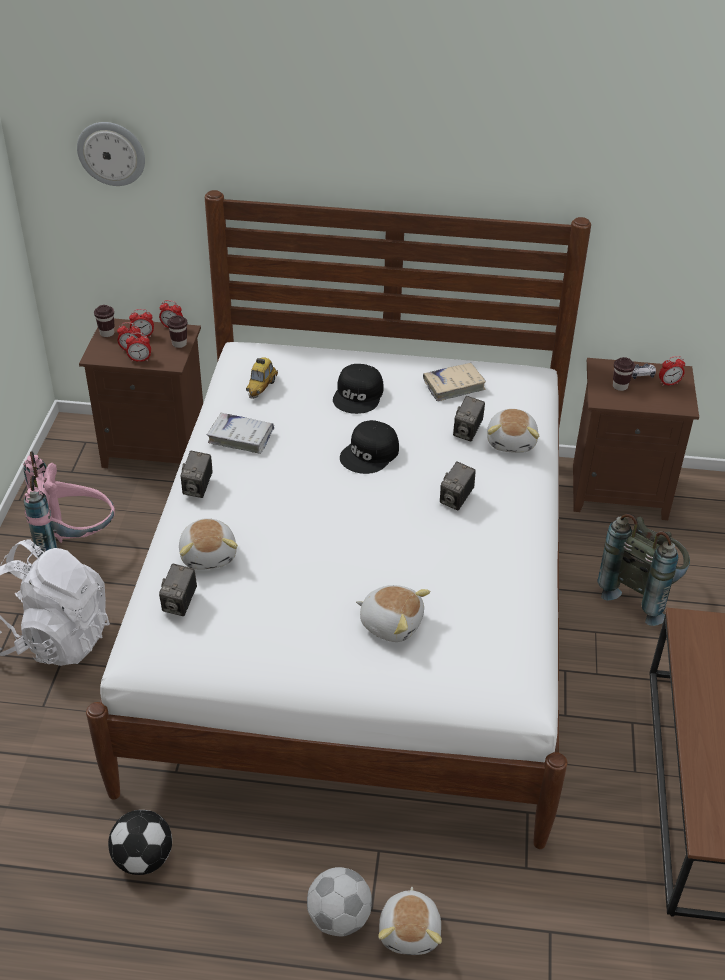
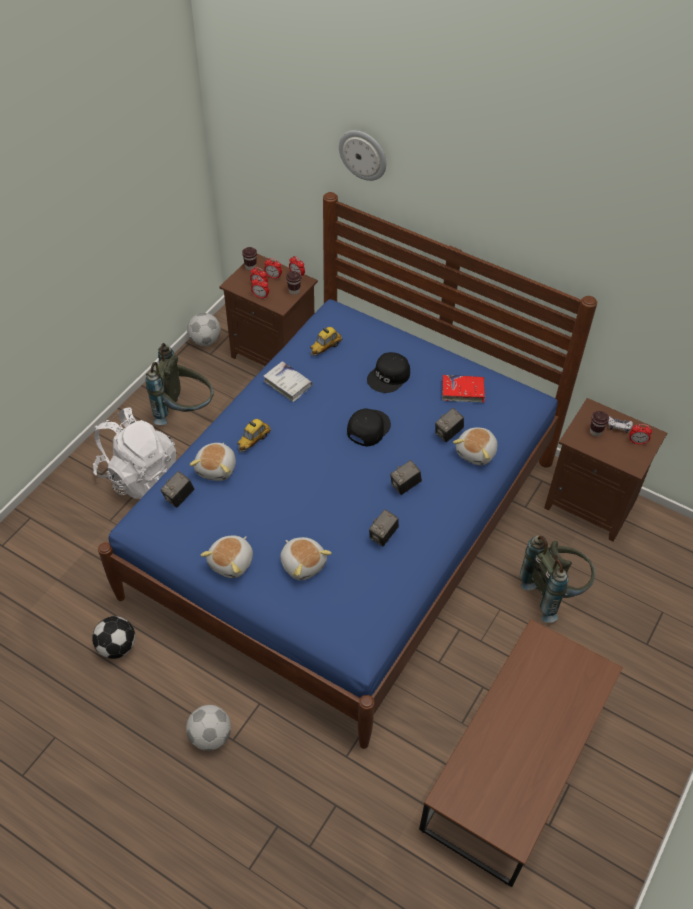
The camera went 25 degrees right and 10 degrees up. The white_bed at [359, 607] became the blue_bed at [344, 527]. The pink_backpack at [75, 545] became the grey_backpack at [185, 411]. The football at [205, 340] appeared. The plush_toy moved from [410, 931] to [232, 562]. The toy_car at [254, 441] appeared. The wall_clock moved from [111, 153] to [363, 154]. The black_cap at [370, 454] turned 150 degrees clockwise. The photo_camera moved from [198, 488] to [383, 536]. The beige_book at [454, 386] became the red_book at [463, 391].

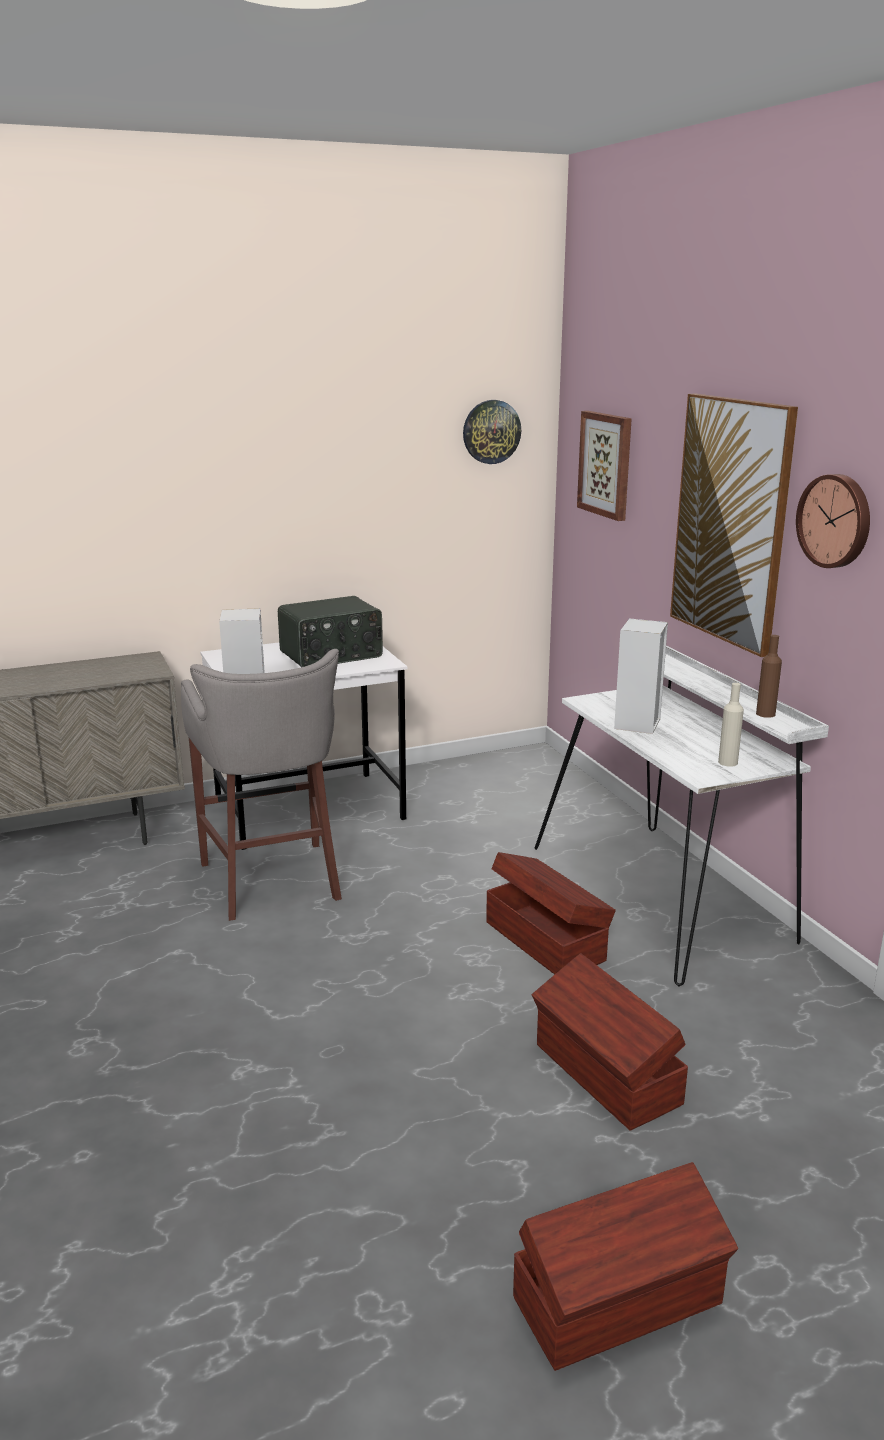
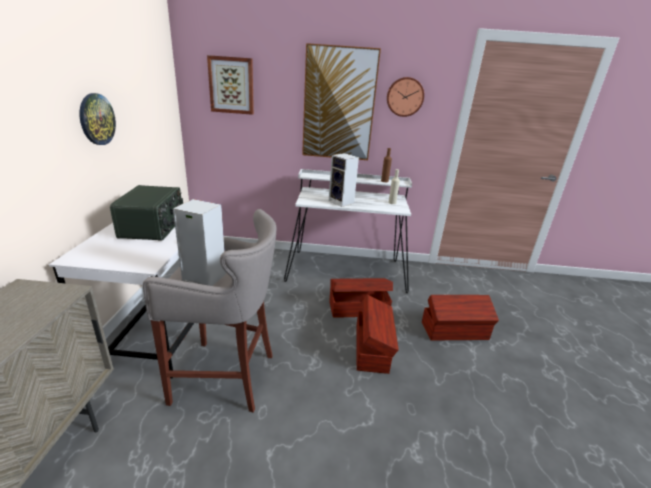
The camera went 65 degrees left and 5 degrees up. The wall_clock moved from [491, 431] to [96, 119]. The brown_storage_box moved from [620, 1302] to [372, 347].

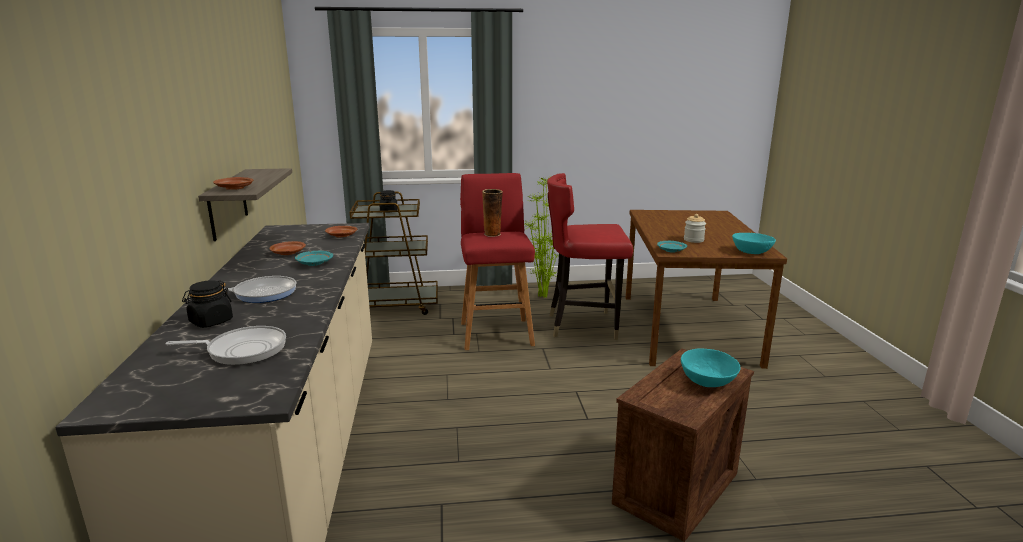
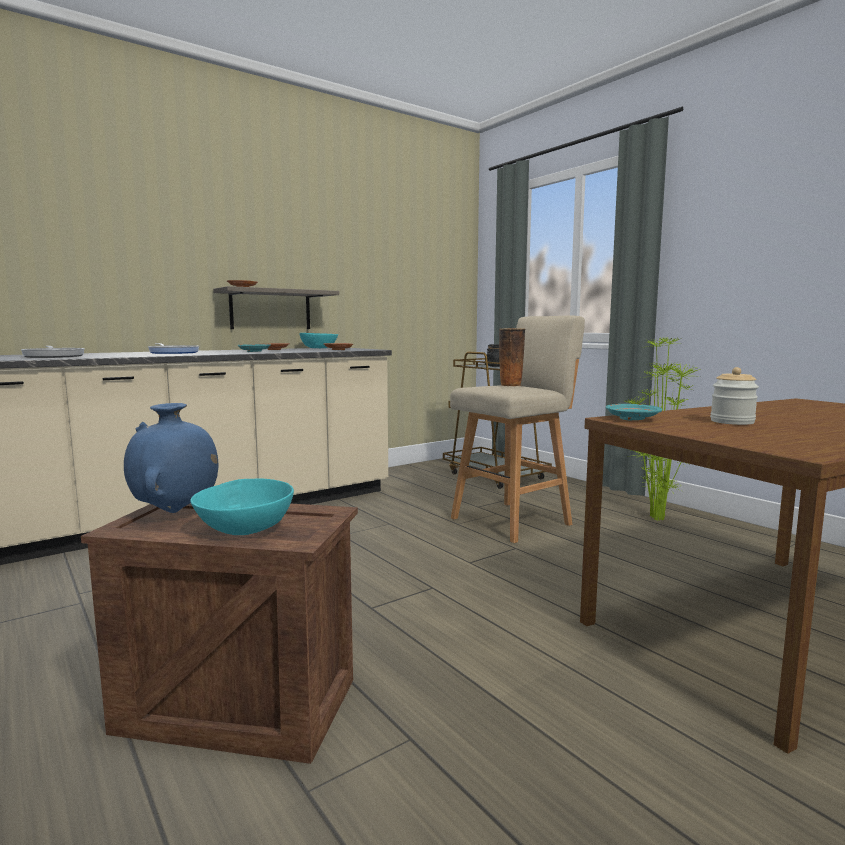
The camera went 60 degrees right and 10 degrees down. The blue_vase at [175, 512] appeared. The turquoise_bowl moved from [751, 252] to [319, 348]. The red_stool at [496, 332] became the beige_stool at [513, 520]. The black_jar at [211, 321] disappeared. The red_chair at [584, 325] disappeared.

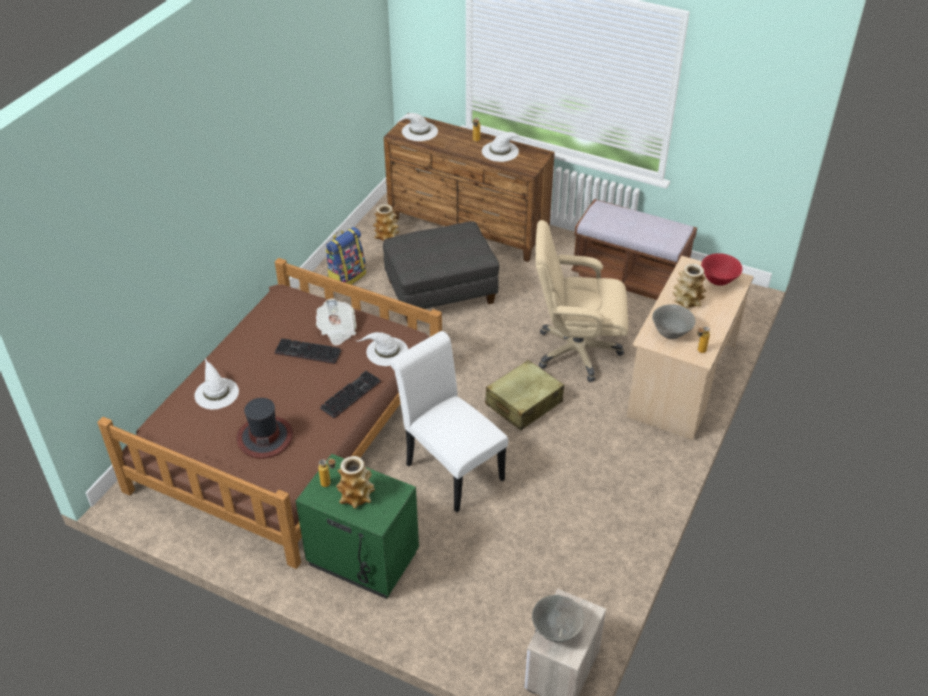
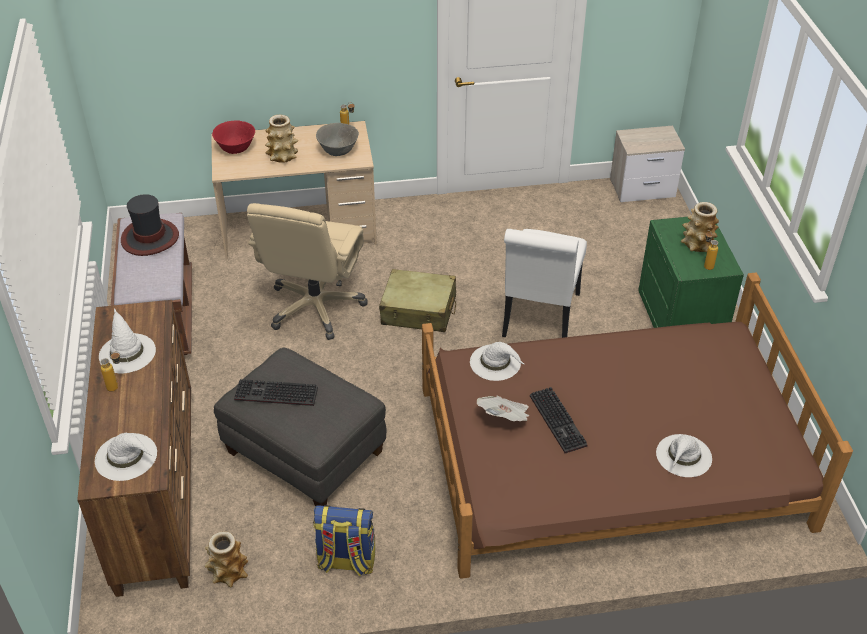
The camera went 125 degrees left and 0 degrees up. The hat moved from [265, 437] to [149, 238]. The keyboard moved from [350, 394] to [274, 395]. The beige_office_chair at [576, 351] turned 45 degrees clockwise. The grey_bowl at [556, 630] disappeared.

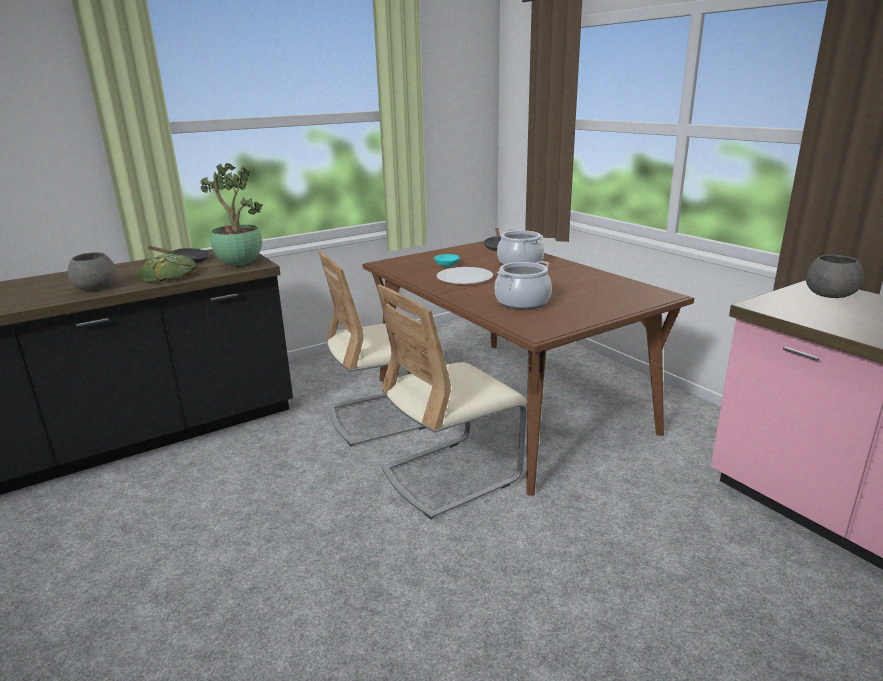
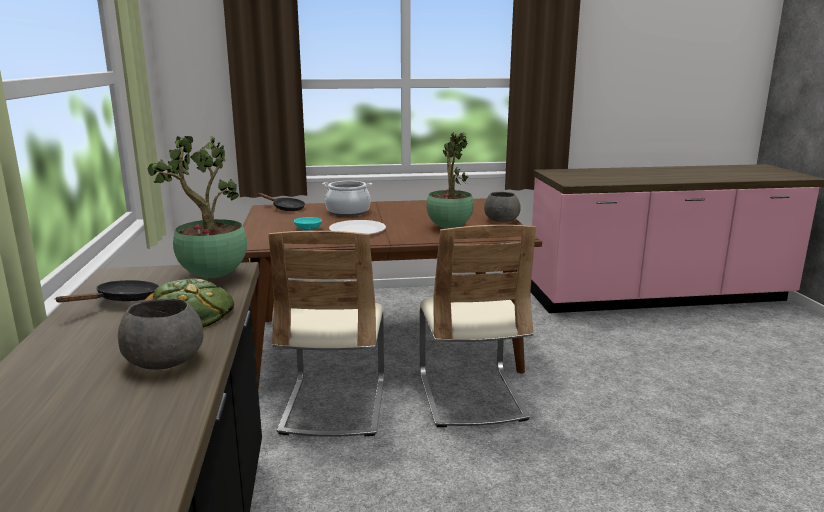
The camera went 65 degrees left and 5 degrees down. The cooking_pot at [522, 302] was replaced by the potted_plant at [449, 227]. The grey_bowl moved from [829, 294] to [502, 220].

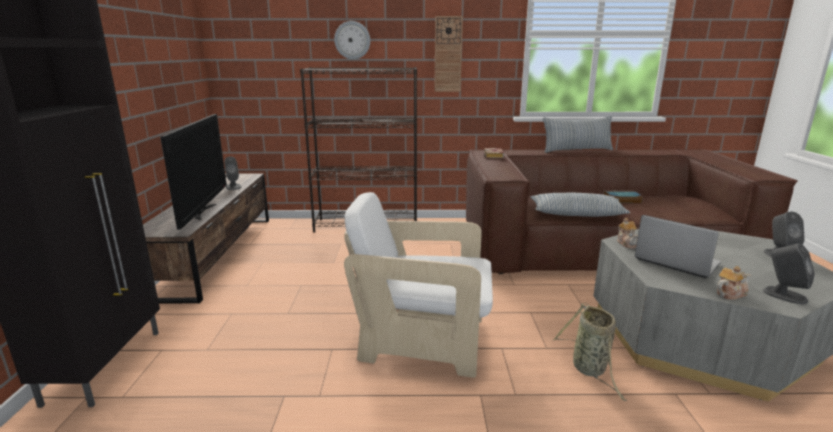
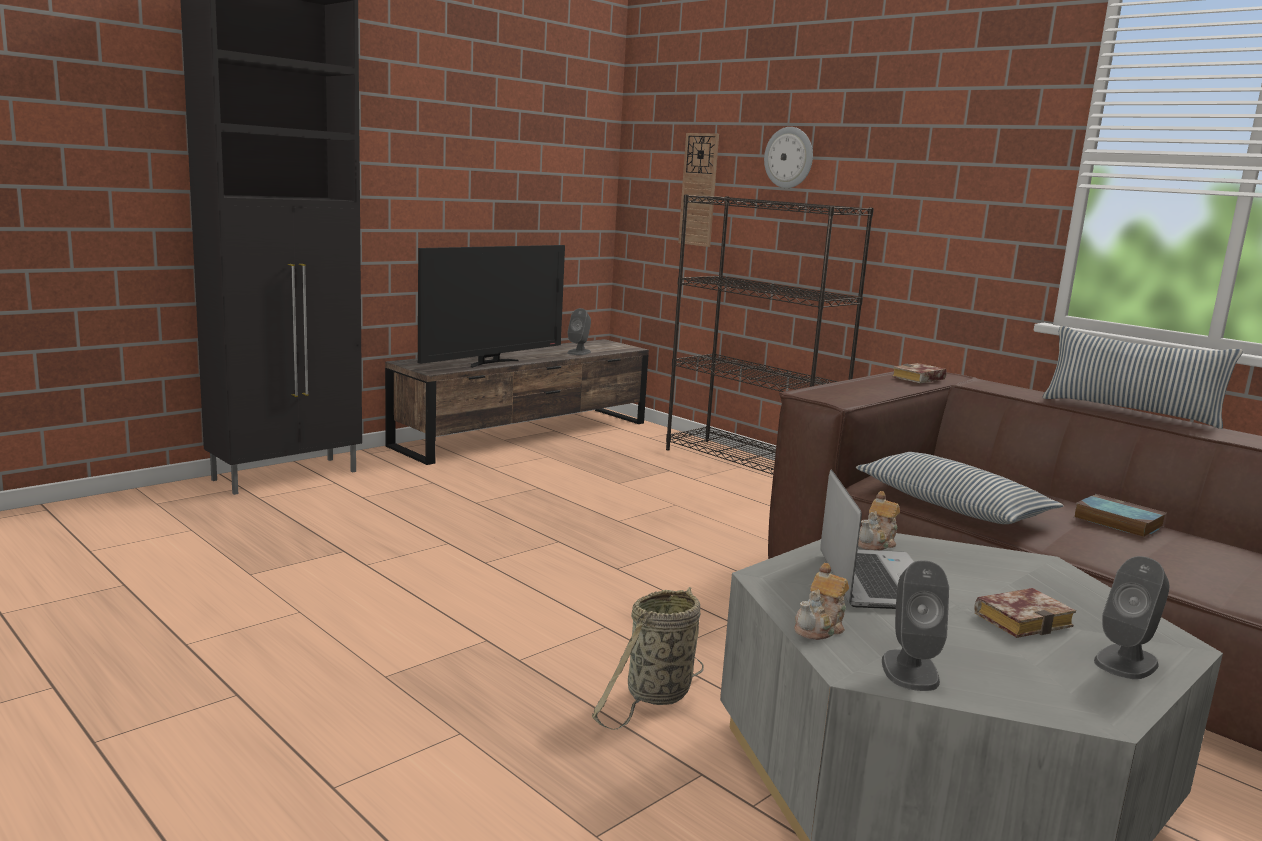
The camera went 45 degrees right and 5 degrees down. The wall_clock moved from [448, 54] to [699, 190]. The teapot at [730, 294] turned 105 degrees clockwise. The book at [1023, 619] appeared. The white_armchair at [423, 341] disappeared.

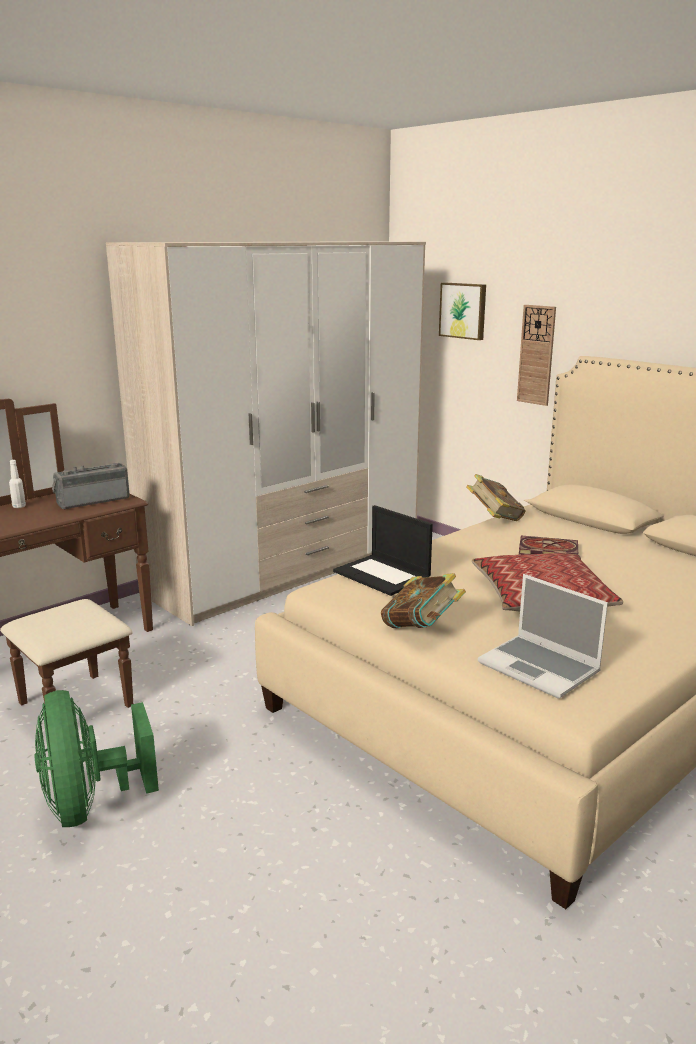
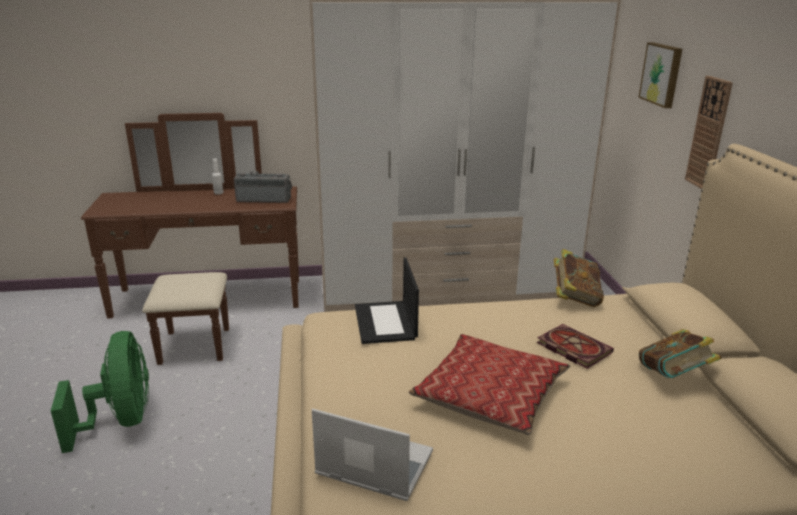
The camera went 35 degrees right and 5 degrees up. The green_fan at [90, 804] turned 150 degrees clockwise. The laptop at [540, 668] turned 120 degrees clockwise. The book moved from [421, 629] to [673, 377].

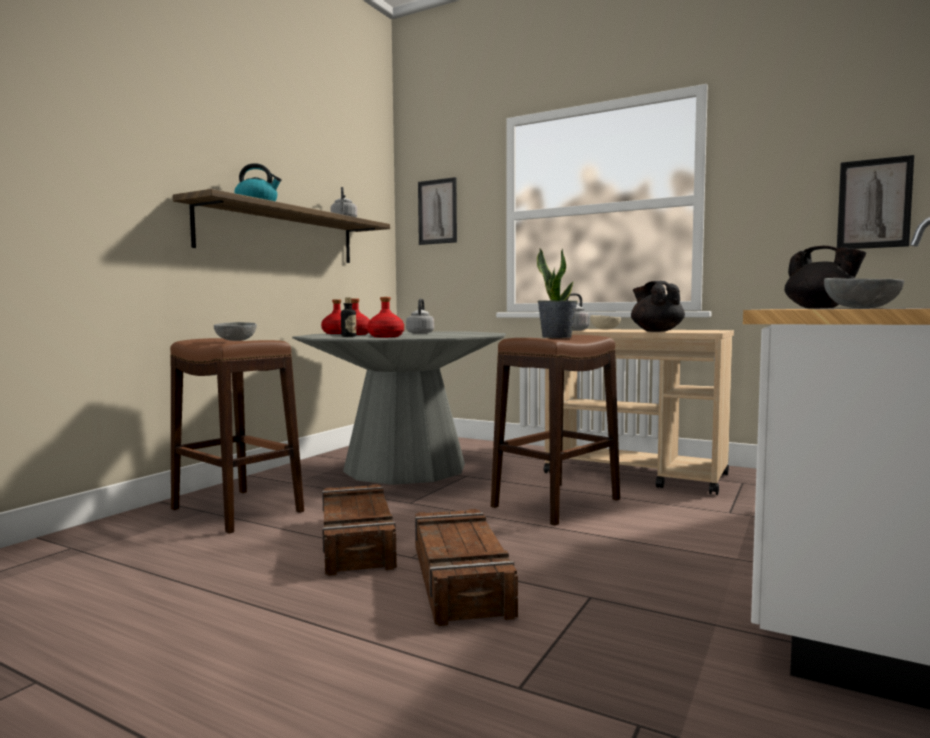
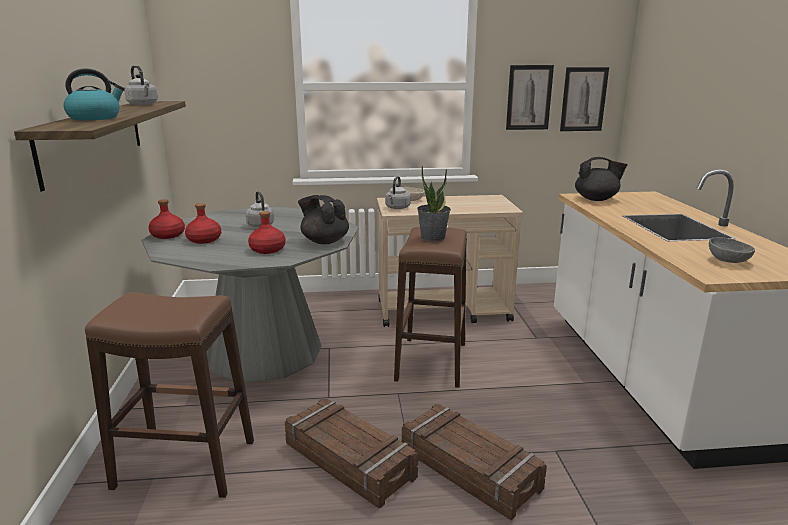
The camera went 35 degrees left and 15 degrees up. The black_teapot moved from [656, 331] to [324, 241]. The picture moved from [437, 211] to [529, 97]. The grey_bowl at [236, 340] disappeared. The bottle at [348, 336] disappeared.

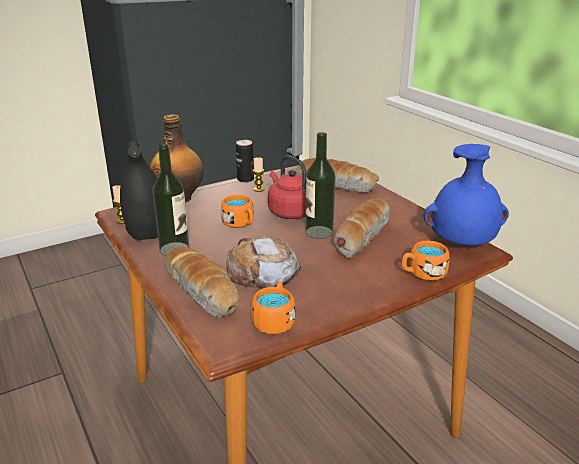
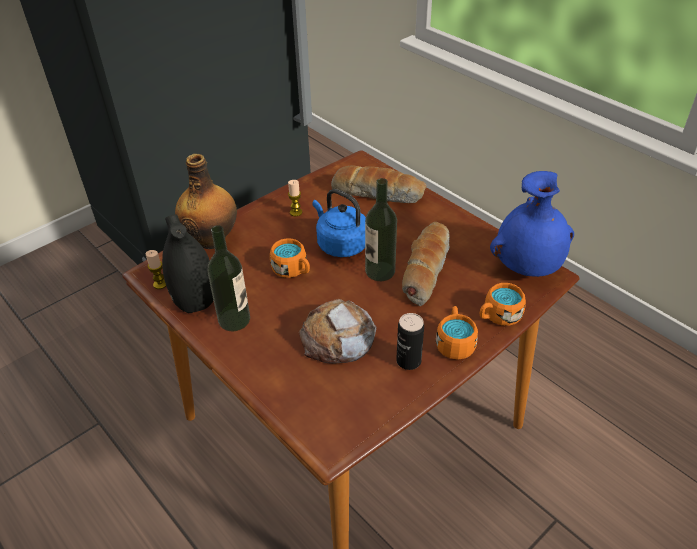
The camera went 10 degrees left and 15 degrees up. The red_kettle at [289, 212] became the blue_kettle at [340, 244]. The can moved from [245, 179] to [408, 361]. The orange_mug moved from [275, 320] to [454, 342]. The bread at [203, 291] disappeared.

